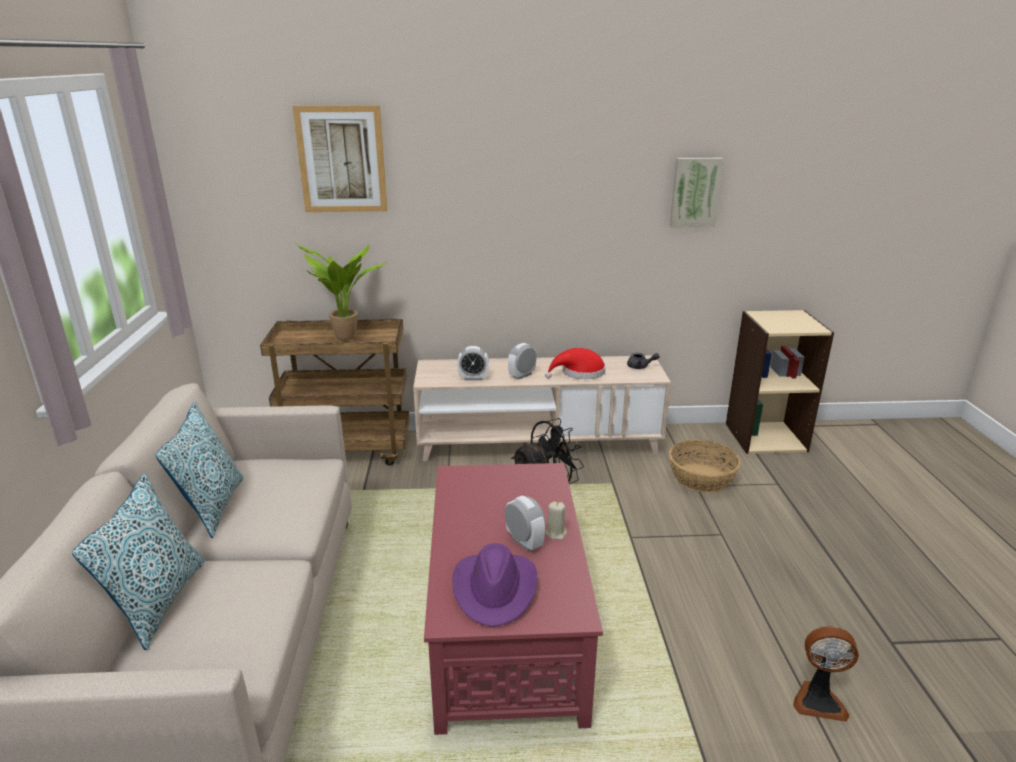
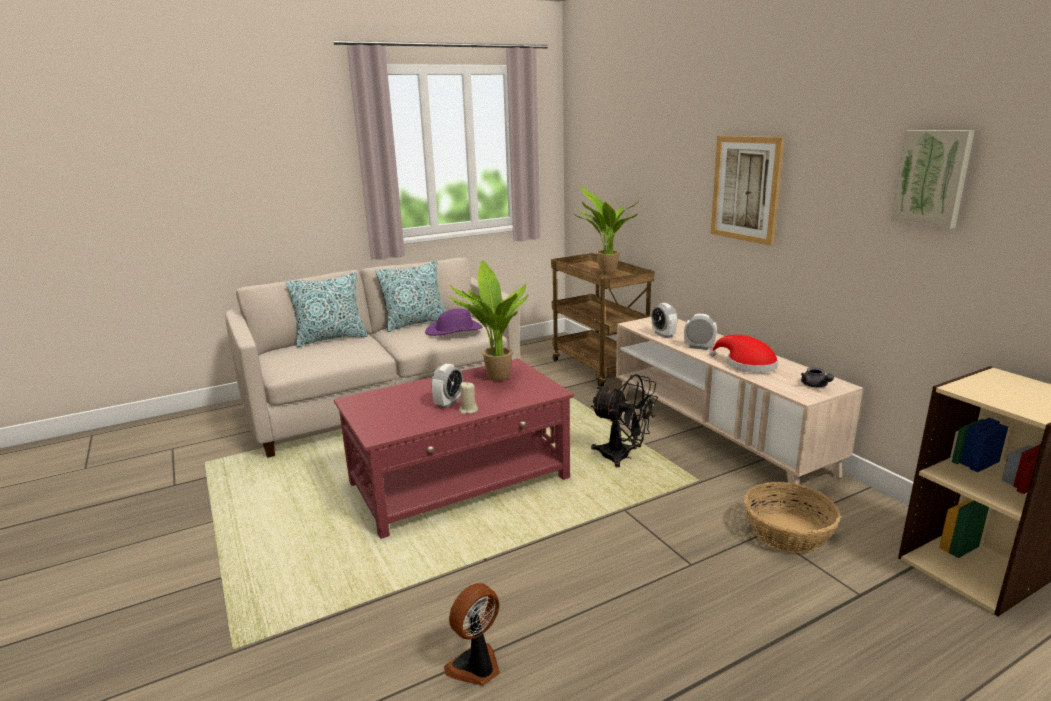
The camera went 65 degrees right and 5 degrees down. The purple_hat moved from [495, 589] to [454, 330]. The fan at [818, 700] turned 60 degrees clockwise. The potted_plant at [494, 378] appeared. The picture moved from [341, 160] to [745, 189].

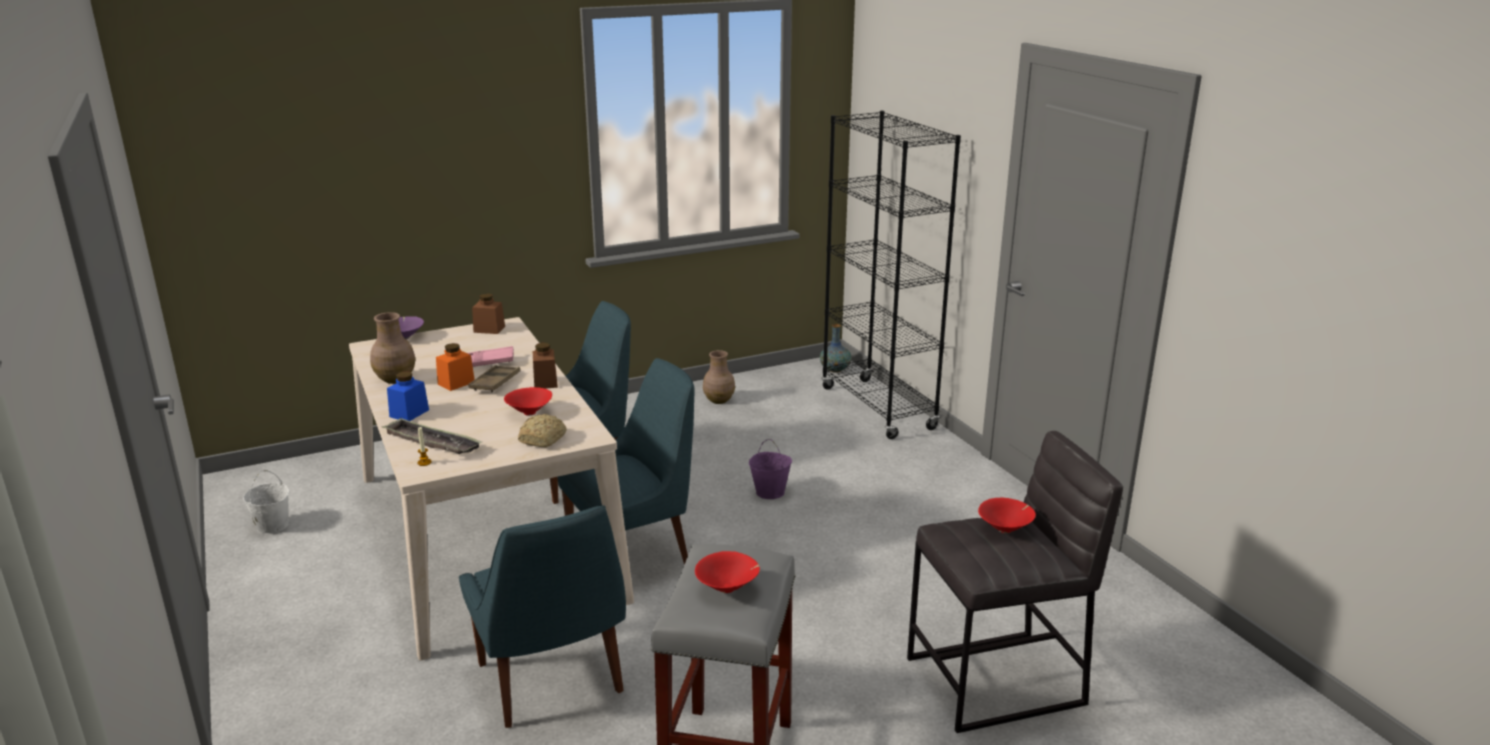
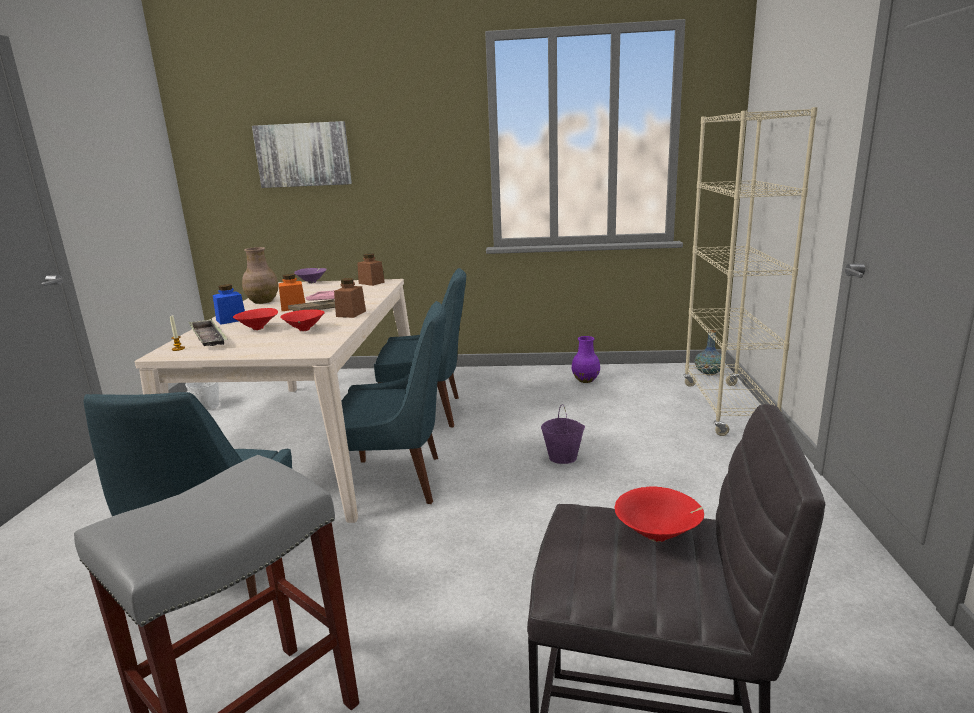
The camera went 30 degrees right and 5 degrees down. The red_bowl moved from [728, 589] to [259, 329]. The picture at [303, 155] appeared. The brown_vase at [718, 400] became the purple_vase at [585, 380]. The black_bookcase at [878, 408] became the beige_bookcase at [727, 408]. The bread at [543, 439] disappeared.

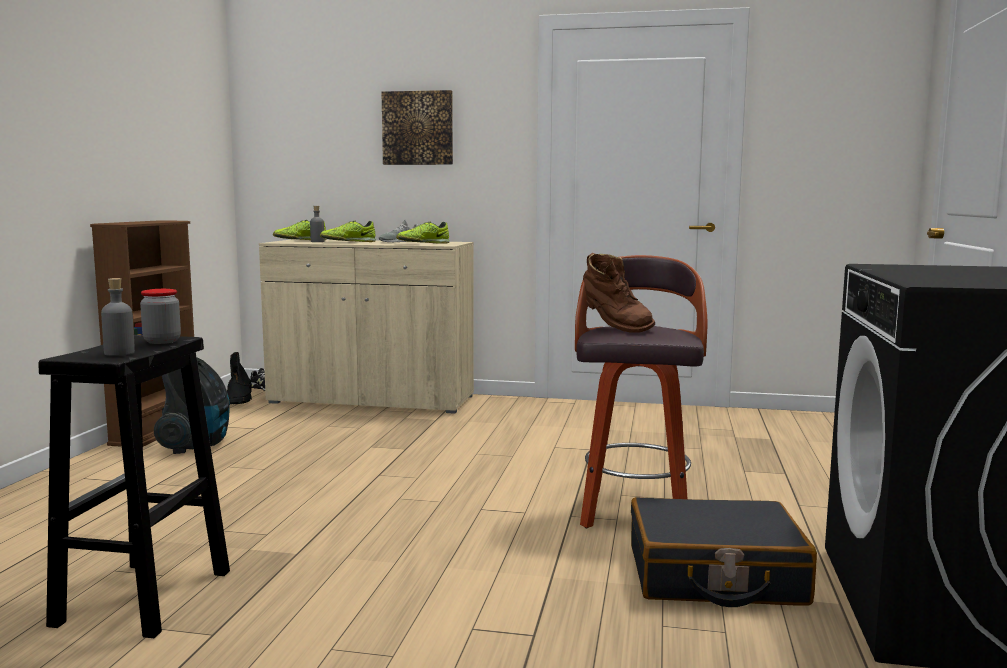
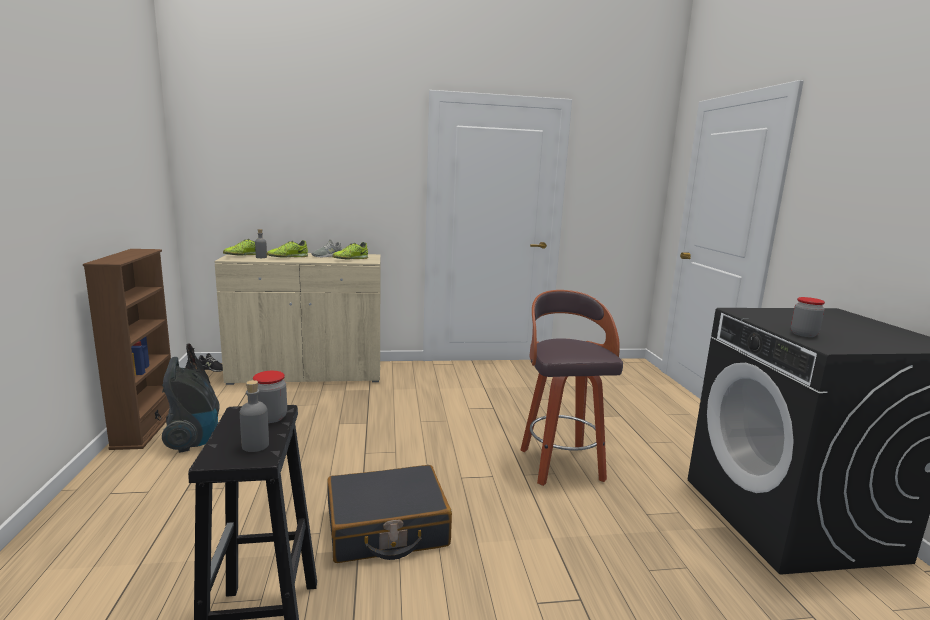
The camera went 20 degrees left and 5 degrees up. The black_suitcase moved from [715, 576] to [387, 528]. The jar at [803, 334] appeared. The picture at [418, 128] disappeared. The brown_boot at [614, 327] disappeared.

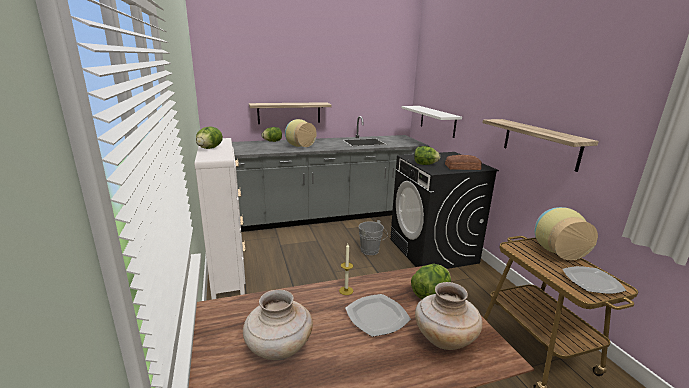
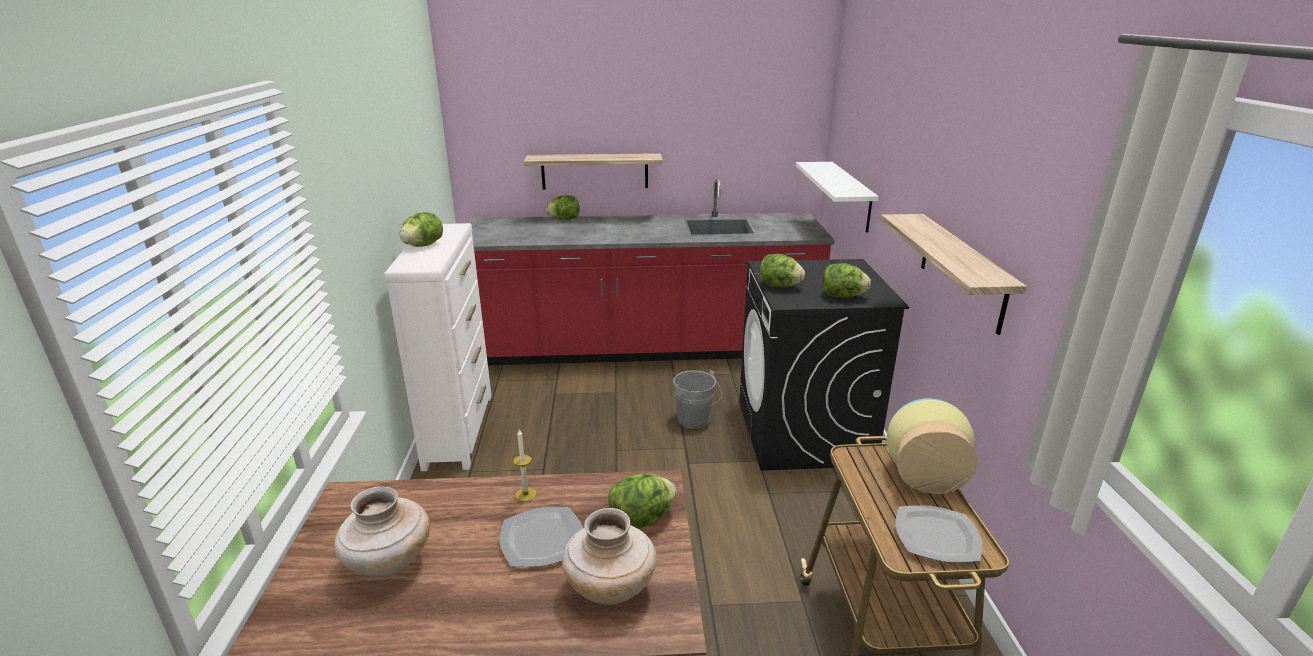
The camera went 15 degrees right and 5 degrees up. The grey_counter at [322, 216] became the red_counter at [645, 348]. The bread at [462, 167] was replaced by the lettuce at [842, 296]. The vase at [299, 146] disappeared.

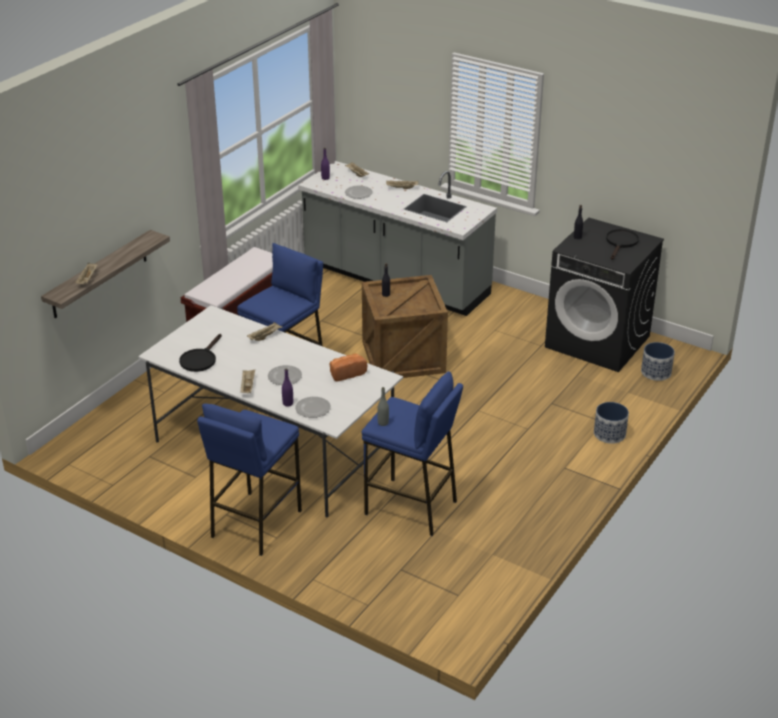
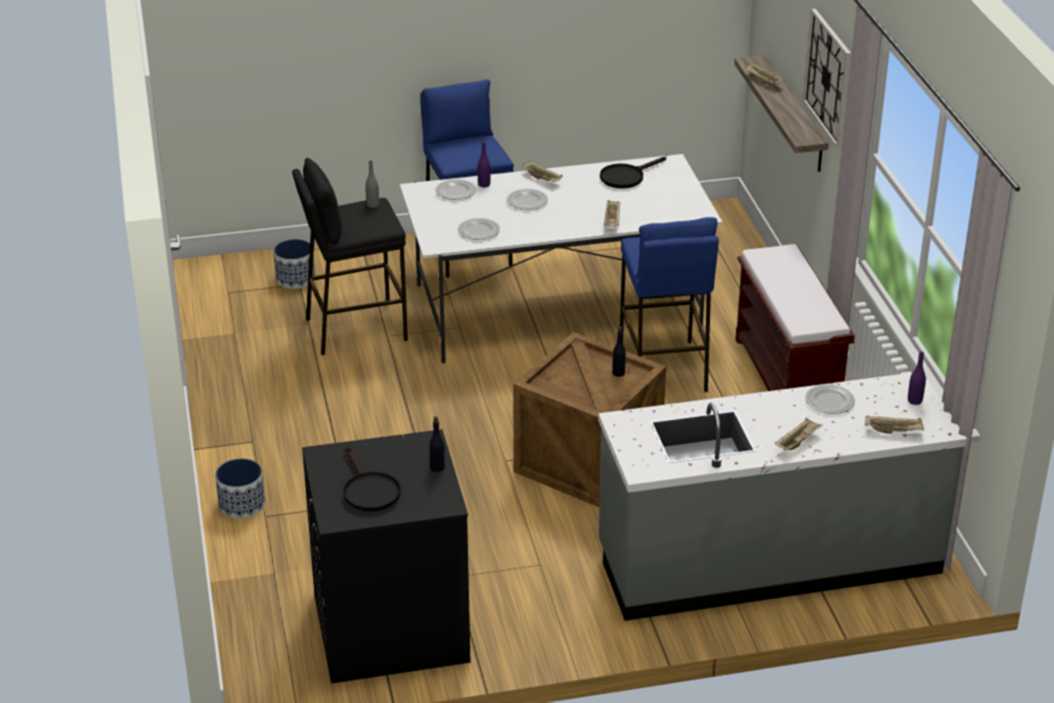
The camera went 135 degrees right and 0 degrees up. The planter moved from [656, 373] to [295, 279]. The blue_stool at [411, 507] became the black_stool at [355, 328]. The bread at [346, 373] was replaced by the plate at [478, 231]. The black_frying_pan at [200, 359] turned 105 degrees counterclockwise. The wall_clock at [828, 78] appeared.

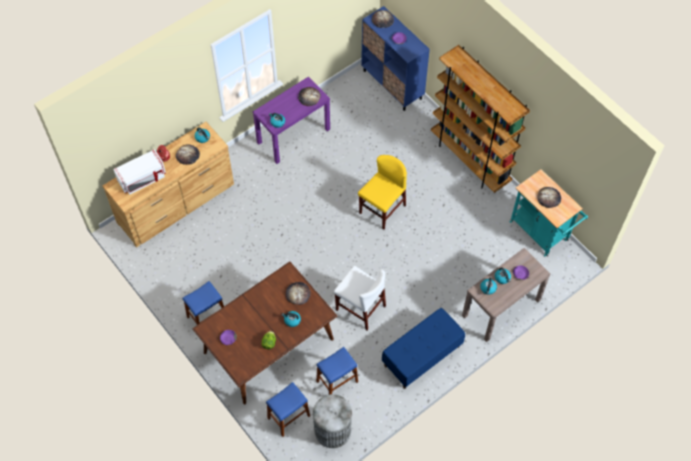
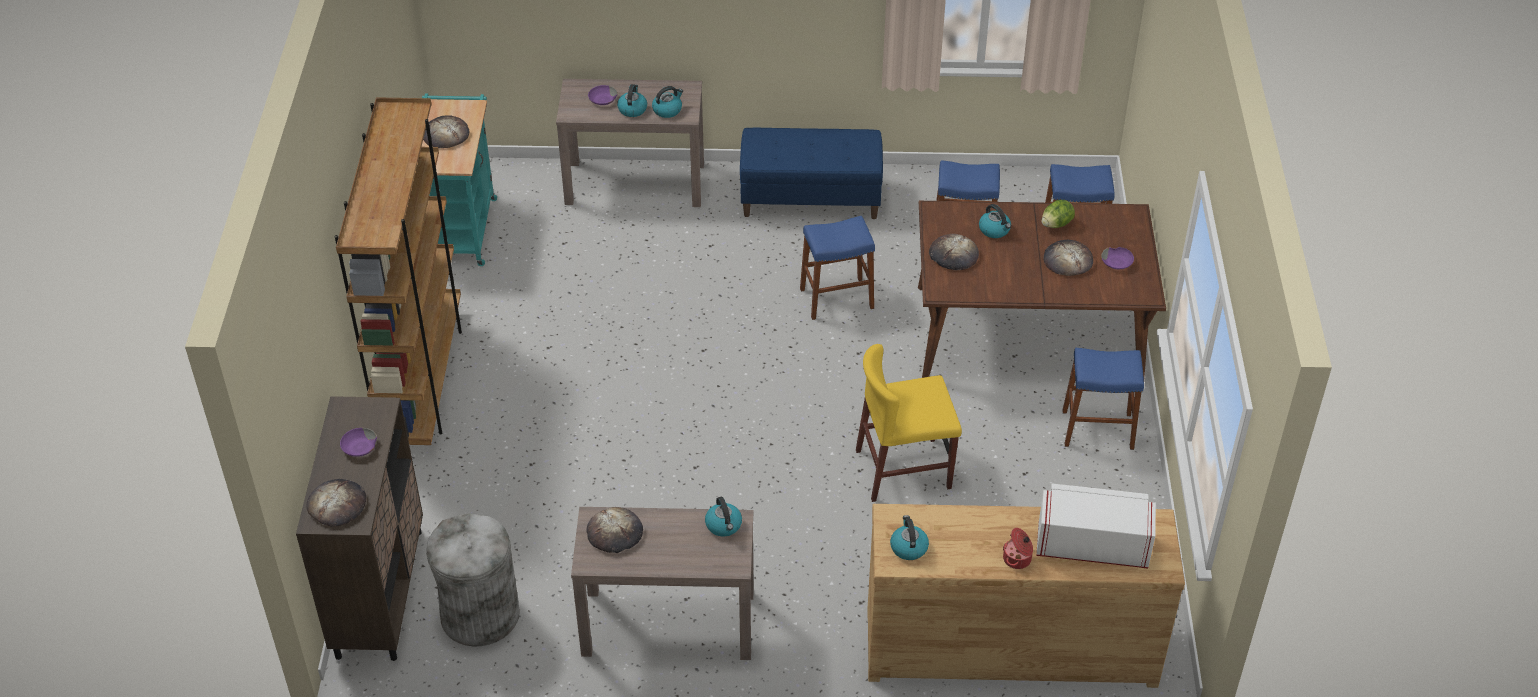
The camera went 140 degrees left and 15 degrees down. The blue_cabinet at [392, 84] became the brown_cabinet at [379, 592]. The grey_trash_can moved from [333, 430] to [479, 614]. The purple_console_table at [293, 135] became the brown_console_table at [667, 624]. The white_chair at [360, 308] was replaced by the blue_stool at [836, 298]. The yellow_chair moved from [382, 209] to [903, 469]. The bread moved from [188, 155] to [1067, 260].

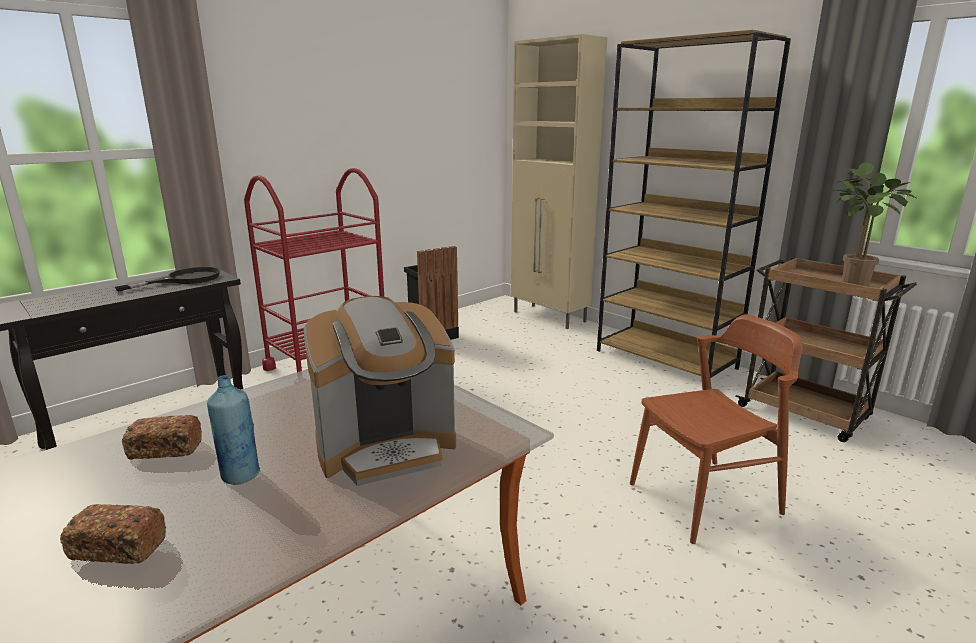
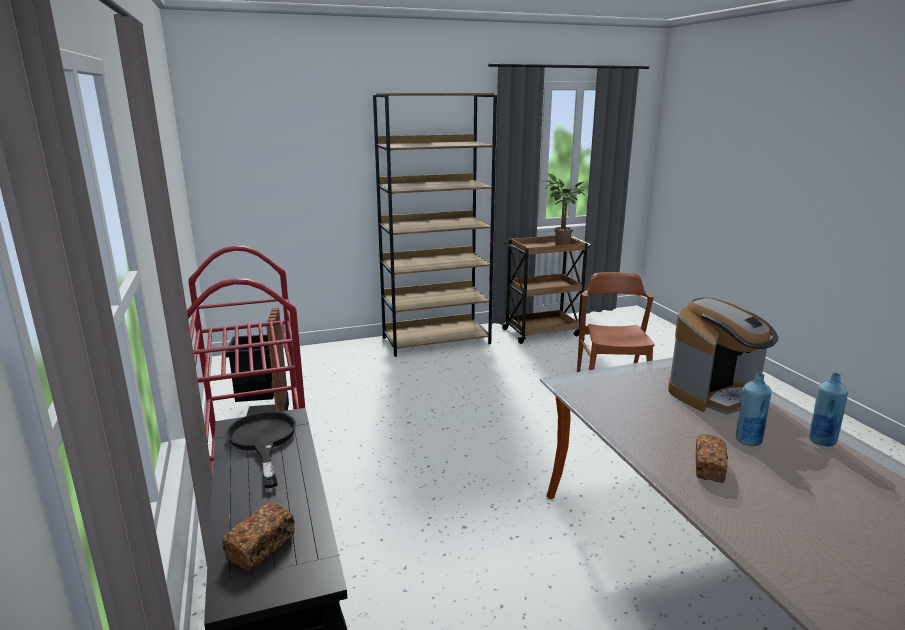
The camera went 65 degrees left and 0 degrees up. The bread moved from [118, 548] to [261, 547]. The coffee_machine at [386, 447] turned 60 degrees clockwise. The blue_bottle at [821, 441] appeared. The beige_cabinet at [549, 317] disappeared.

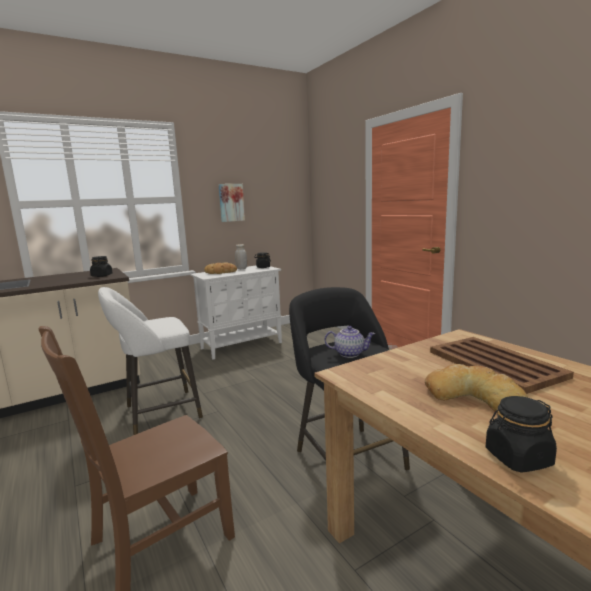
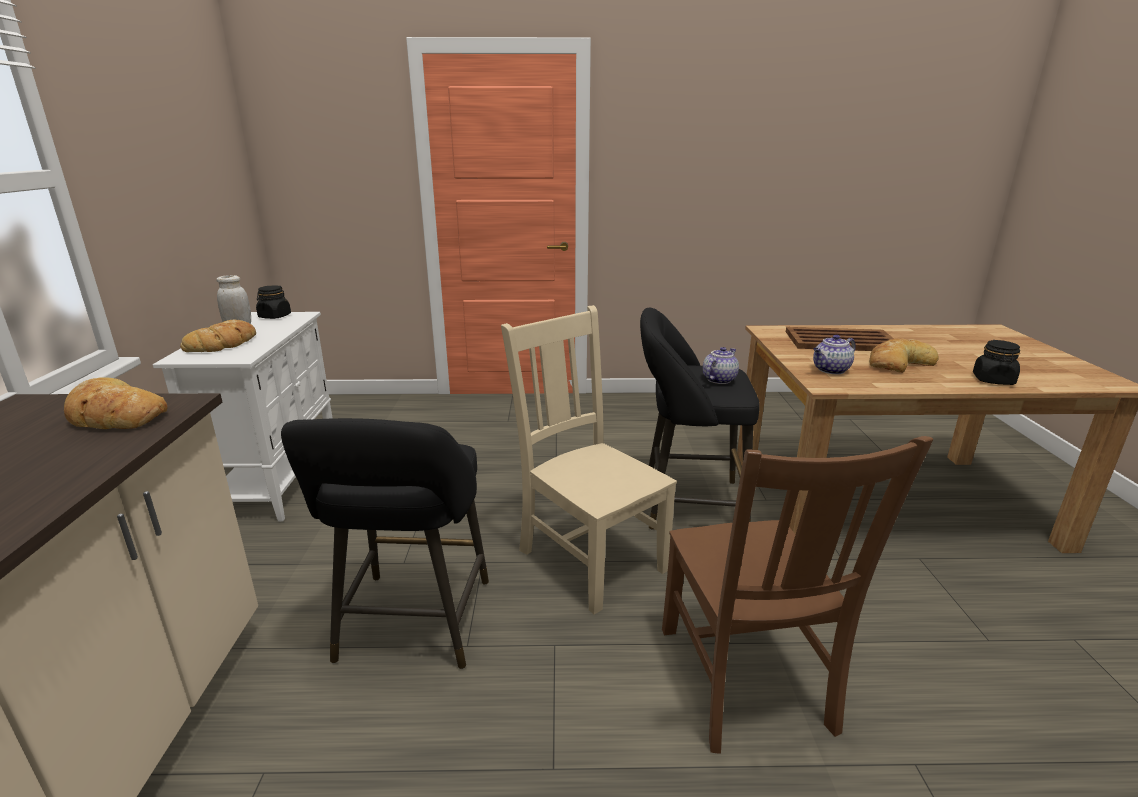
The camera went 60 degrees left and 10 degrees up. The black_jar at [102, 275] was replaced by the bread at [115, 415]. The white_stool at [158, 414] became the black_stool at [412, 627]. The beige_chair at [589, 557] appeared. The teapot at [830, 370] appeared. The picture at [231, 202] disappeared.

